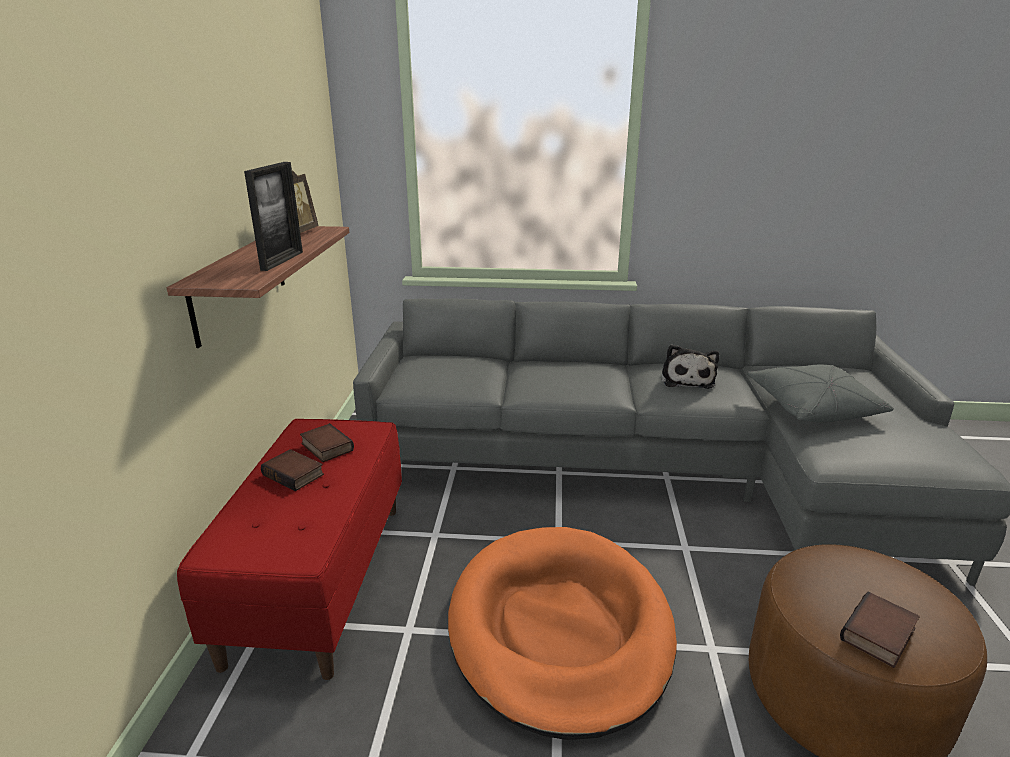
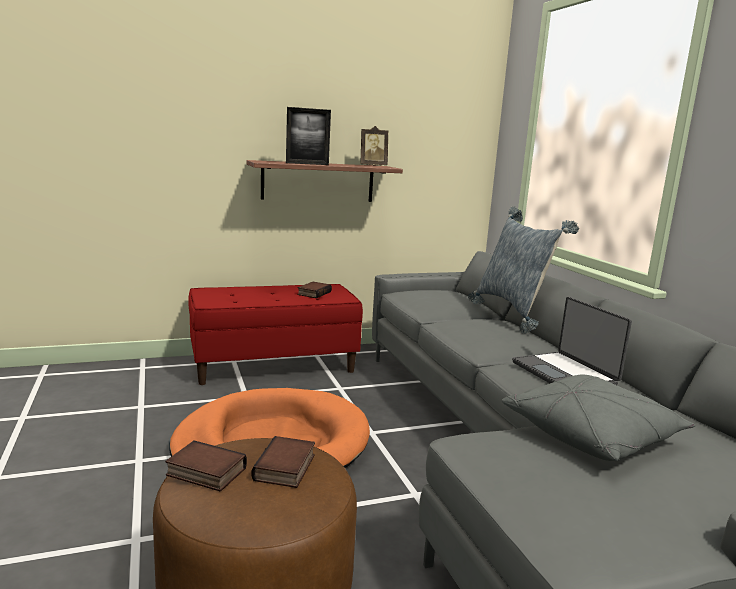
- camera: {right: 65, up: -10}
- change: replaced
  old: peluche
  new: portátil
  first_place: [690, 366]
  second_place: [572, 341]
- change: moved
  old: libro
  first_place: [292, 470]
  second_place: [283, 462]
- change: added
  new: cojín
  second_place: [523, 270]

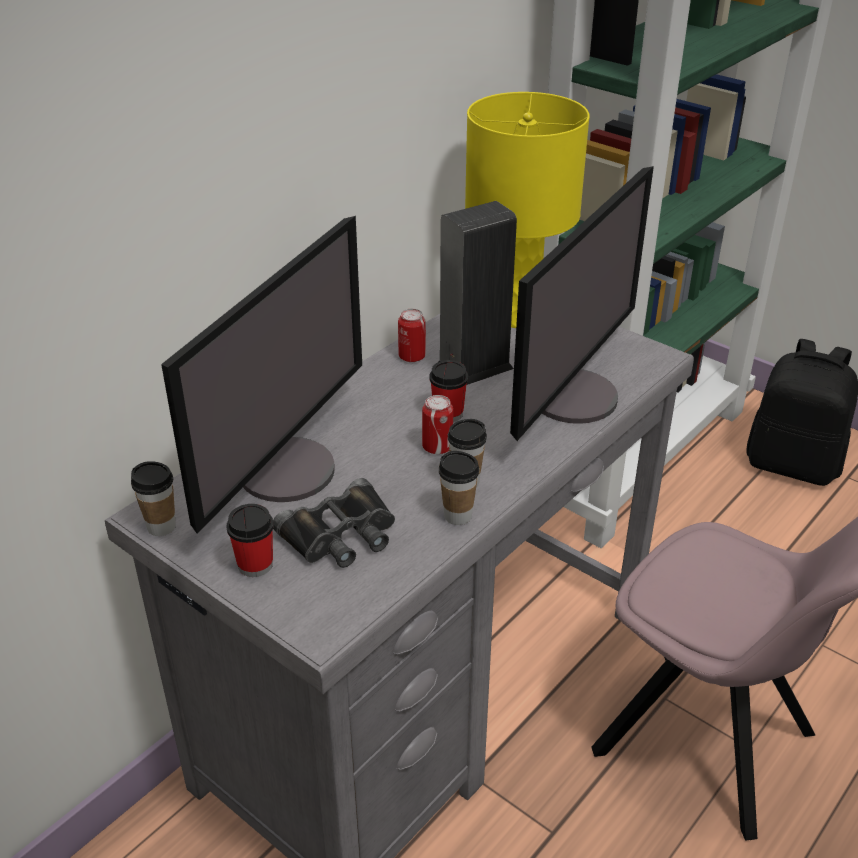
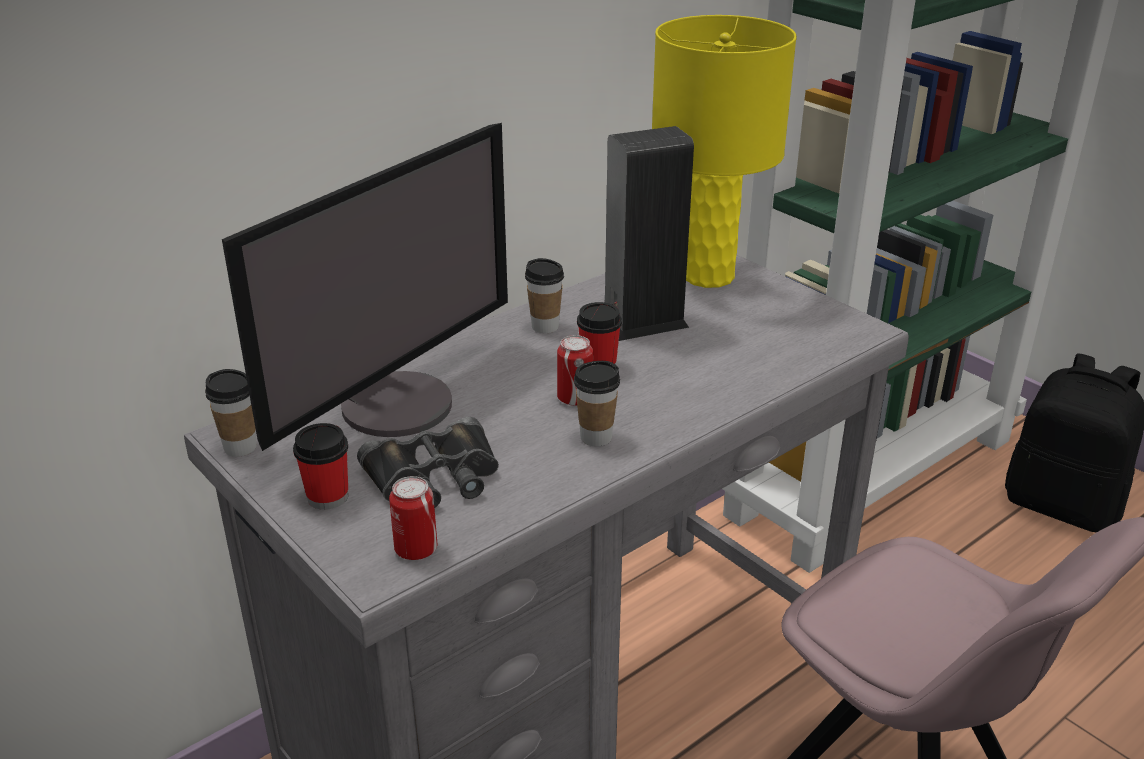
- camera: {right: 10, up: -5}
- change: removed
  old: monitor
  first_place: [582, 303]
- change: moved
  old: lata
  first_place: [412, 335]
  second_place: [413, 518]
- change: moved
  old: taza
  first_place: [459, 488]
  second_place: [544, 295]

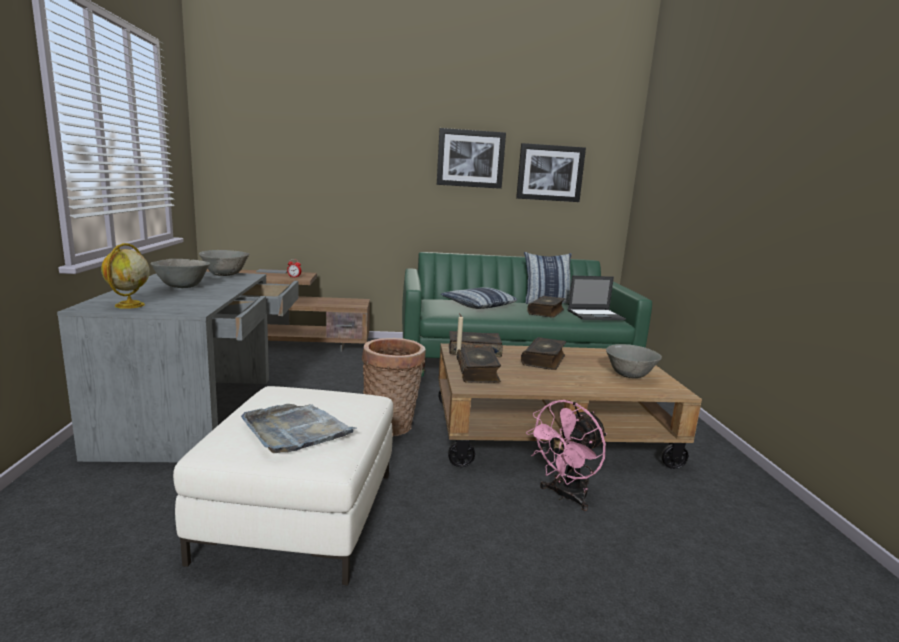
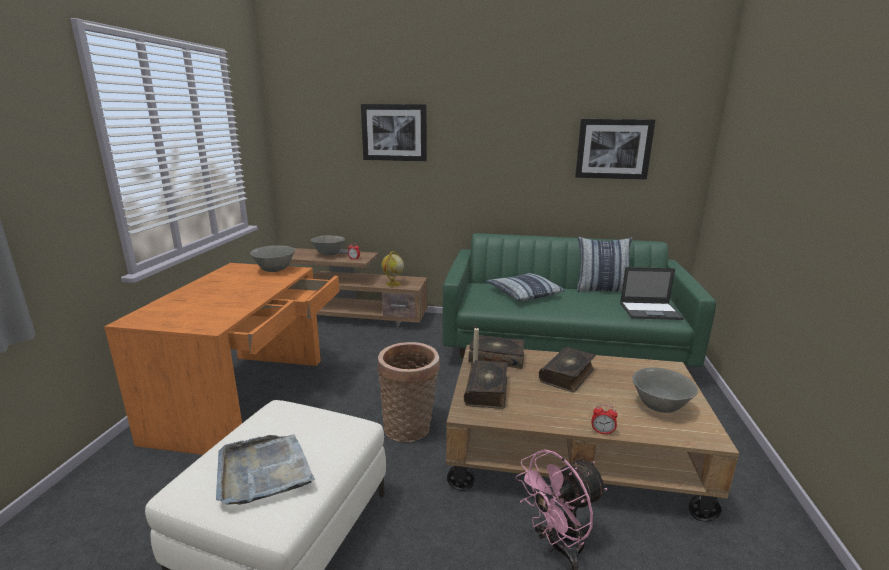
- camera: {right: 15, up: 5}
- change: moved
  old: cuadro
  first_place: [471, 158]
  second_place: [394, 132]
- change: moved
  old: globo terráqueo
  first_place: [125, 276]
  second_place: [392, 269]
- change: moved
  old: cuenco [gris]
  first_place: [180, 273]
  second_place: [328, 245]
- change: recoloured
  old: escritorio [gris]
  new: escritorio [naranja]
  first_place: [178, 367]
  second_place: [222, 359]
- change: removed
  old: libro
  first_place: [546, 307]
- change: added
  new: despertador
  second_place: [605, 419]

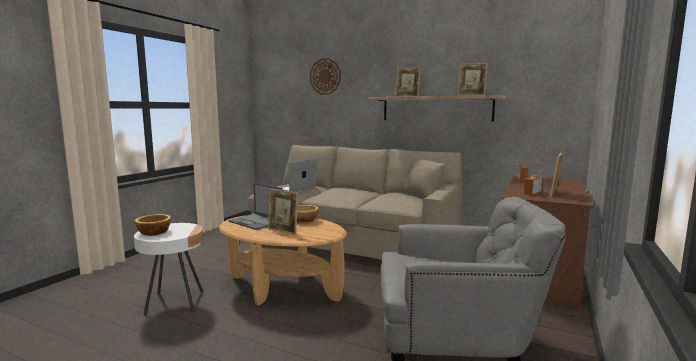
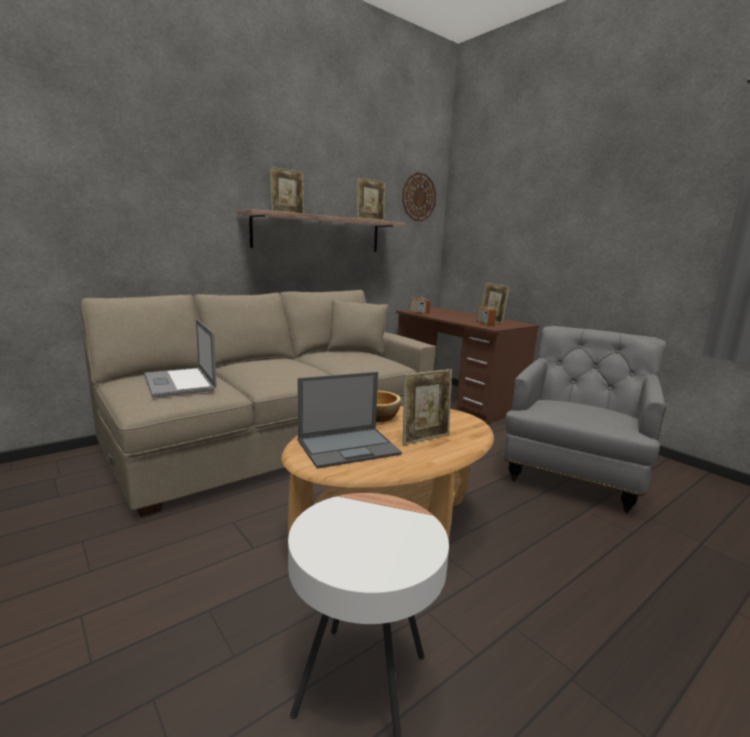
- camera: {right: -65, up: 5}
- change: moved
  old: reloj de pared
  first_place: [325, 76]
  second_place: [419, 197]
- change: removed
  old: cuenco
  first_place: [152, 225]

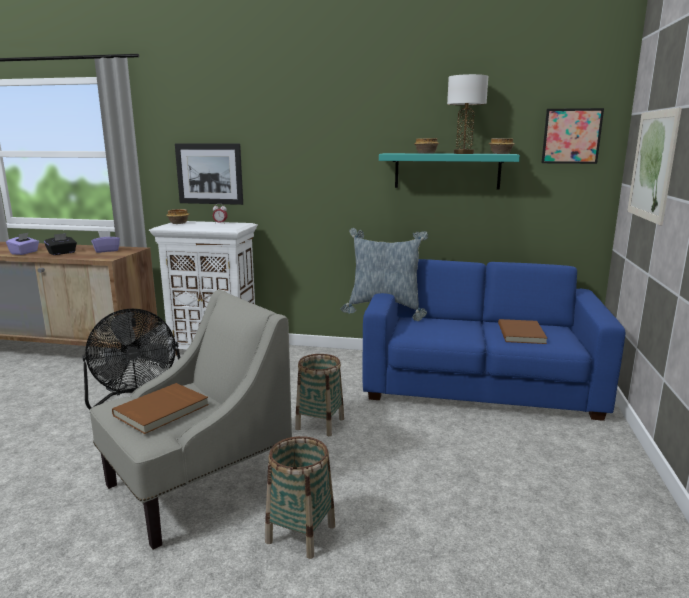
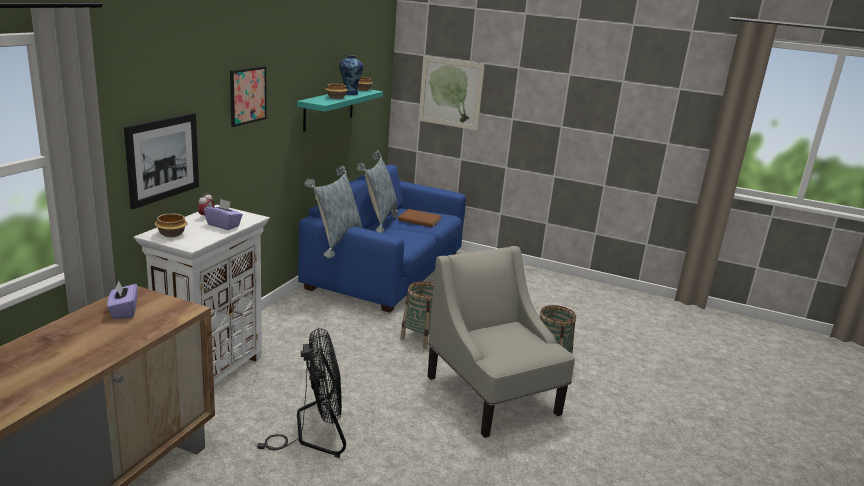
- camera: {right: -80, up: 5}
- change: replaced
  old: lámpara de mesa
  new: florero
  first_place: [467, 114]
  second_place: [351, 75]
- change: moved
  old: cuadro
  first_place: [572, 136]
  second_place: [248, 96]
- change: moved
  old: caja de pañuelos [morado]
  first_place: [22, 244]
  second_place: [223, 214]
- change: removed
  old: caja de pañuelos [negro]
  first_place: [60, 244]
- change: removed
  old: libro [marrón]
  first_place: [160, 408]
- change: added
  new: cojín
  second_place: [377, 191]

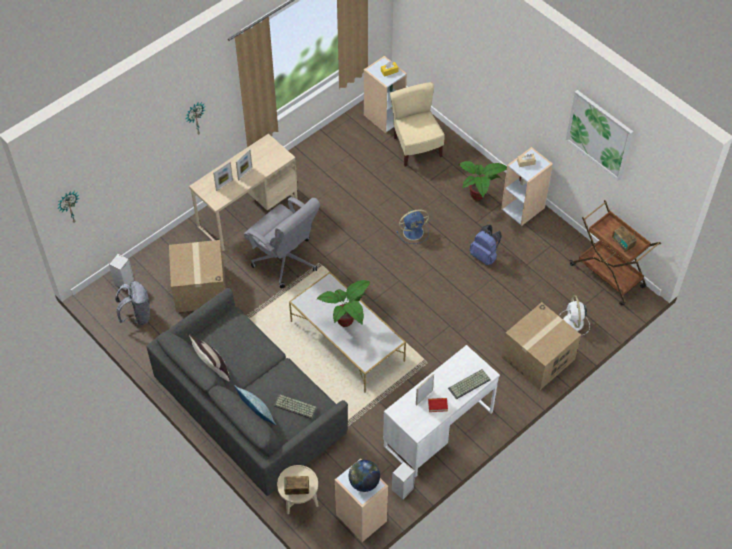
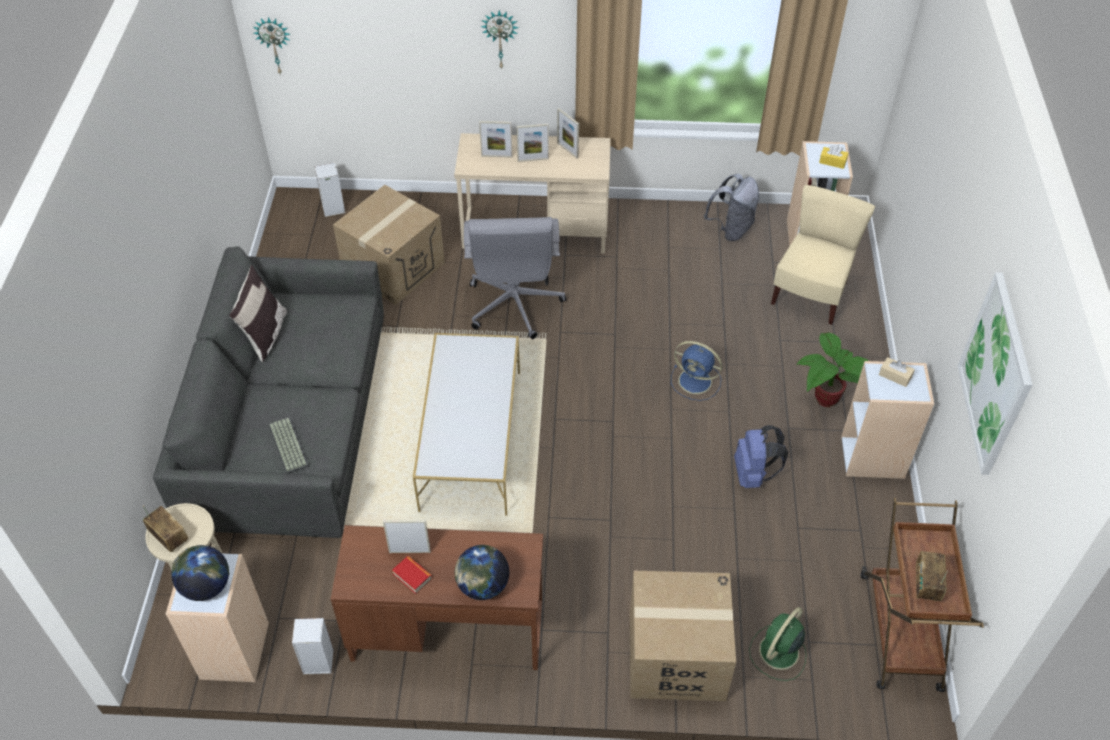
- camera: {right: 45, up: -5}
- change: removed
  old: planta en maceta
  first_place: [343, 303]
- change: moved
  old: mochila [gris]
  first_place: [133, 303]
  second_place: [731, 207]
- change: recoloured
  old: ventilador [blanco]
  new: ventilador [verde]
  first_place: [574, 315]
  second_place: [777, 644]
- change: recoloured
  old: escritorio [blanco]
  new: escritorio [marrón]
  first_place: [441, 411]
  second_place: [437, 597]
- change: replaced
  old: teclado
  new: globo terráqueo
  first_place: [469, 384]
  second_place: [482, 572]
- change: removed
  old: cojín
  first_place: [255, 405]
- change: added
  new: portarretratos
  second_place: [568, 133]

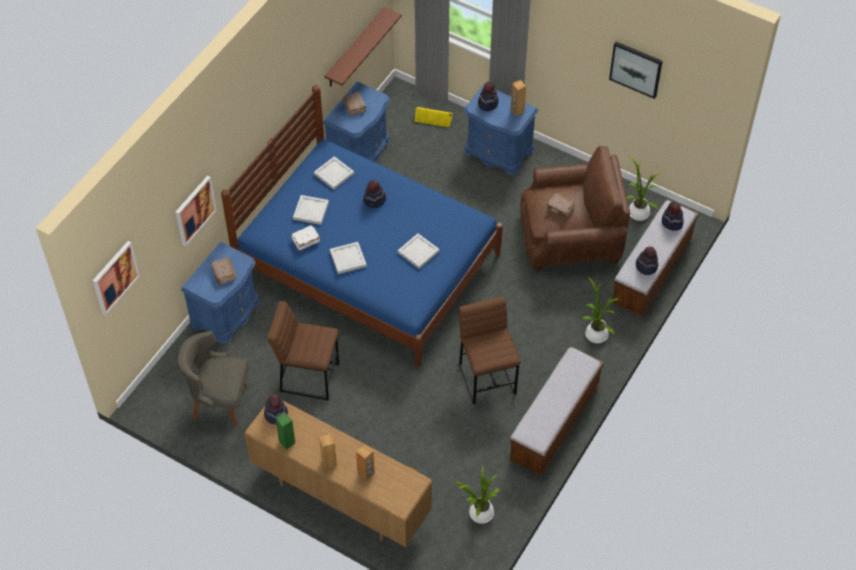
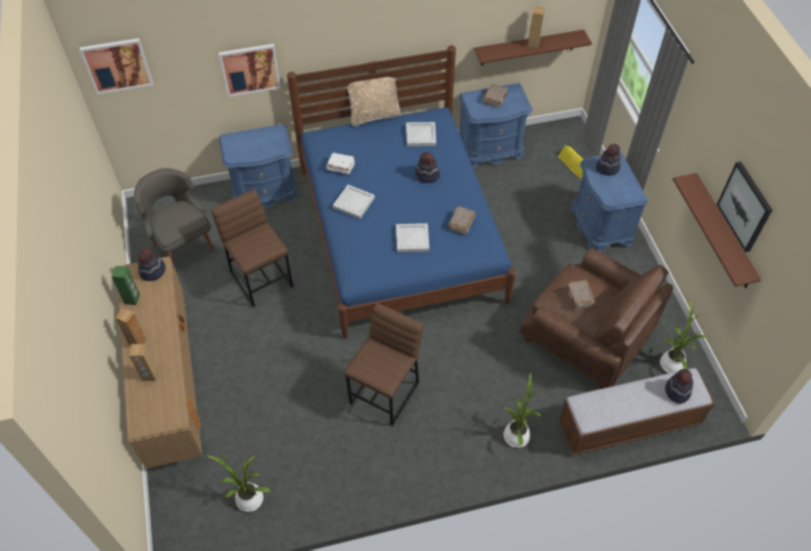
- camera: {right: 45, up: 0}
- change: moved
  old: altavoz [marrón]
  first_place: [518, 98]
  second_place: [536, 27]
- change: removed
  old: bandeja [blanco]
  first_place: [311, 210]
- change: removed
  old: sombrero
  first_place: [647, 260]
- change: moved
  old: libro [marrón]
  first_place: [223, 271]
  second_place: [462, 220]
- change: removed
  old: banco
  first_place: [556, 411]
- change: added
  new: cojín [beis]
  second_place: [373, 97]
- change: added
  new: estante [marrón]
  second_place: [717, 230]

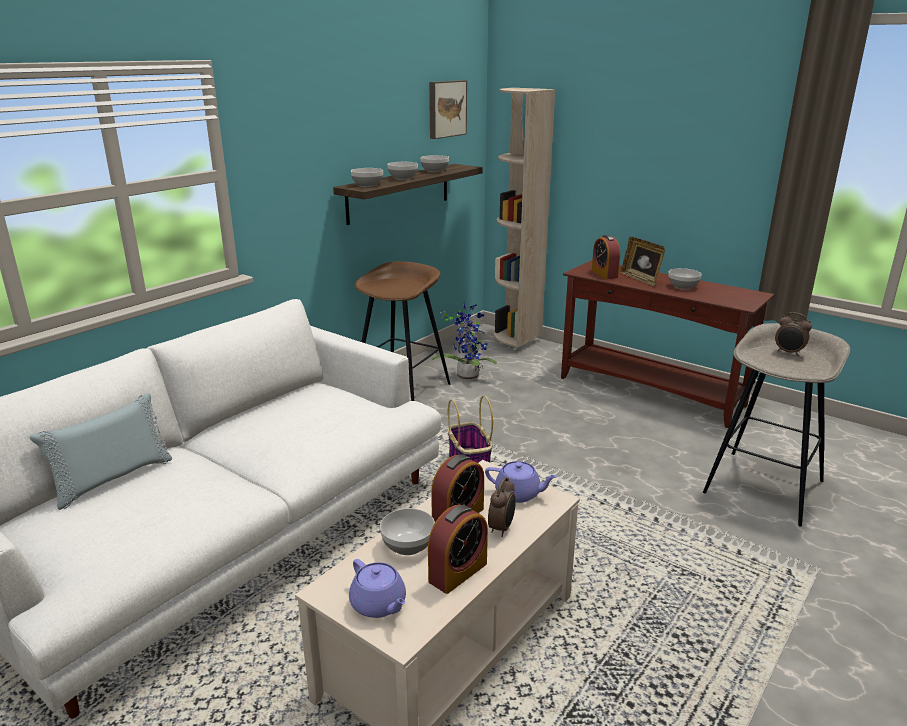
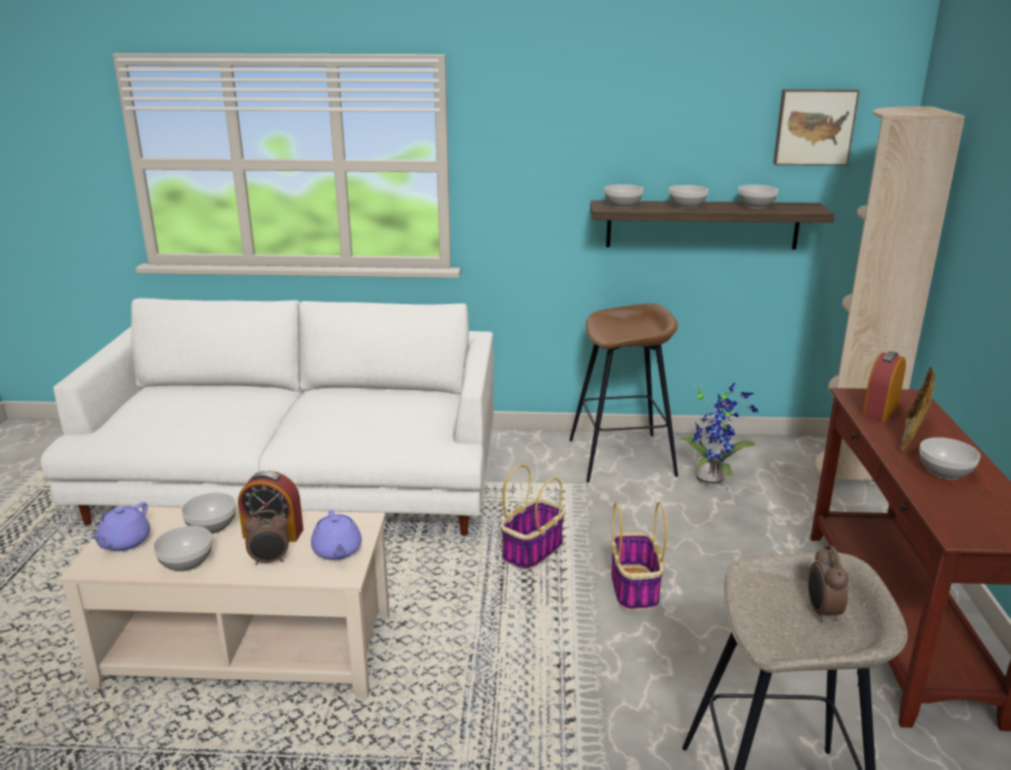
- camera: {right: 55, up: 0}
- change: removed
  old: cojín [azul]
  first_place: [100, 451]
- change: replaced
  old: despertador
  new: cuenco
  first_place: [458, 549]
  second_place: [182, 549]
- change: added
  new: cesta
  second_place: [639, 556]

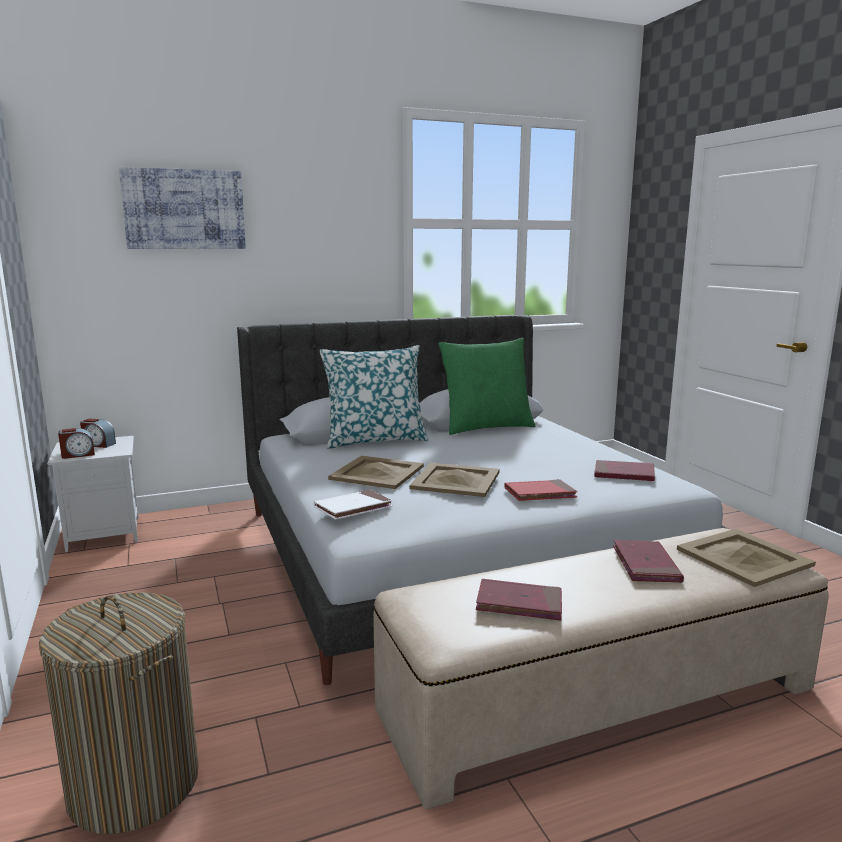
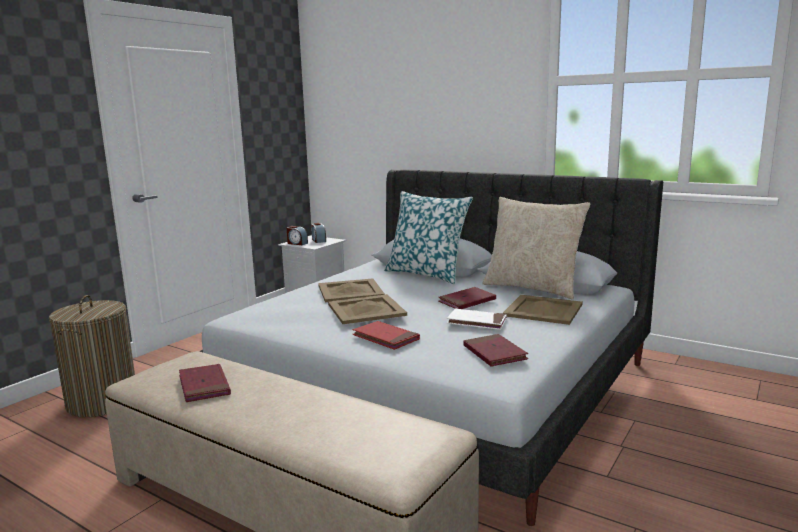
- camera: {right: 55, up: 0}
- change: removed
  old: cuadro
  first_place: [182, 208]
- change: recoloured
  old: cojín [verde]
  new: cojín [beis]
  first_place: [487, 386]
  second_place: [537, 248]
- change: moved
  old: libro [blanco]
  first_place: [353, 504]
  second_place: [477, 319]
- change: moved
  old: bandeja [beis]
  first_place: [746, 558]
  second_place: [543, 310]
- change: moved
  old: libro [rojo]
  first_place: [648, 561]
  second_place: [467, 298]

